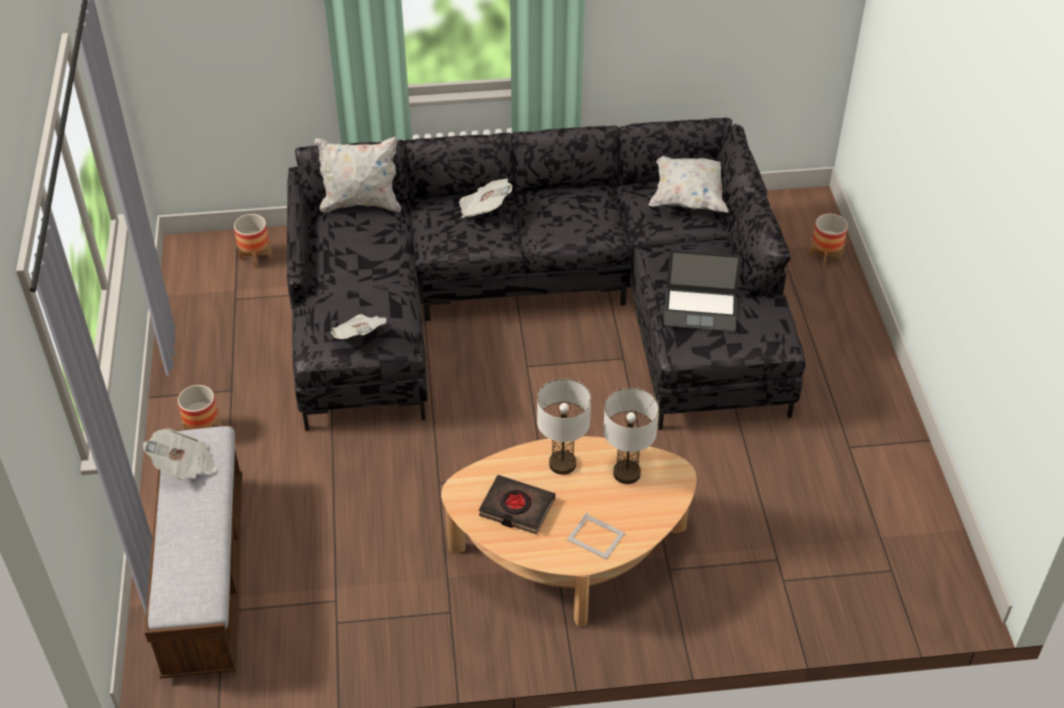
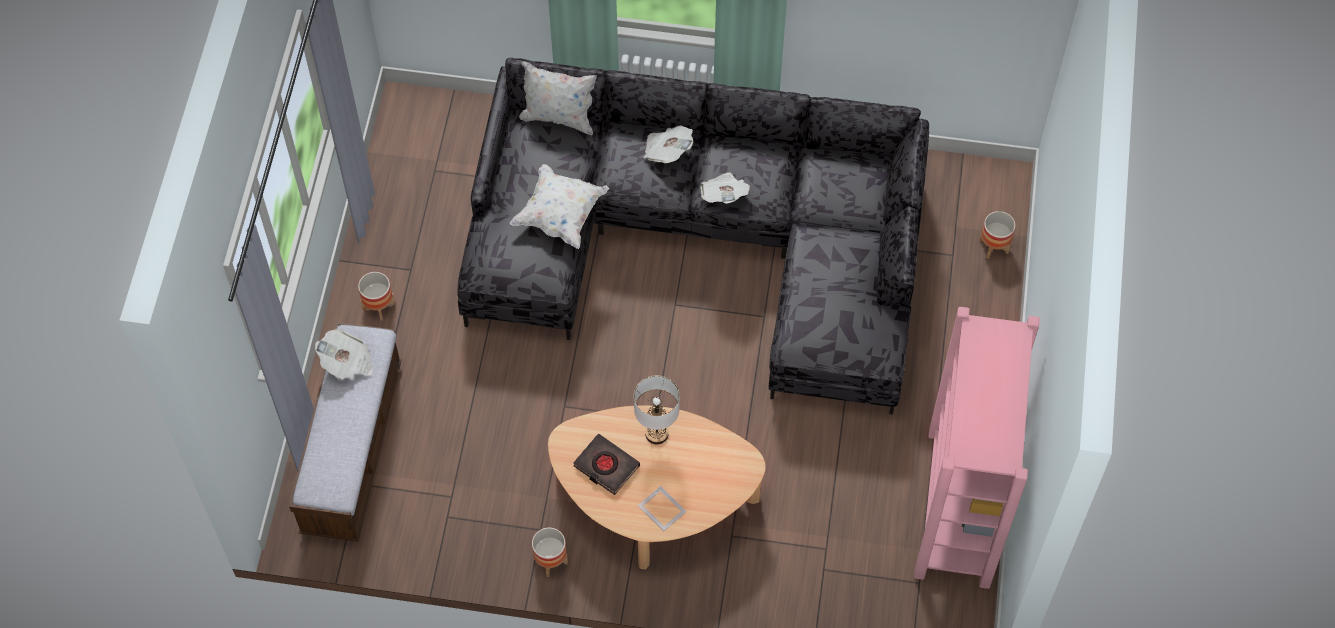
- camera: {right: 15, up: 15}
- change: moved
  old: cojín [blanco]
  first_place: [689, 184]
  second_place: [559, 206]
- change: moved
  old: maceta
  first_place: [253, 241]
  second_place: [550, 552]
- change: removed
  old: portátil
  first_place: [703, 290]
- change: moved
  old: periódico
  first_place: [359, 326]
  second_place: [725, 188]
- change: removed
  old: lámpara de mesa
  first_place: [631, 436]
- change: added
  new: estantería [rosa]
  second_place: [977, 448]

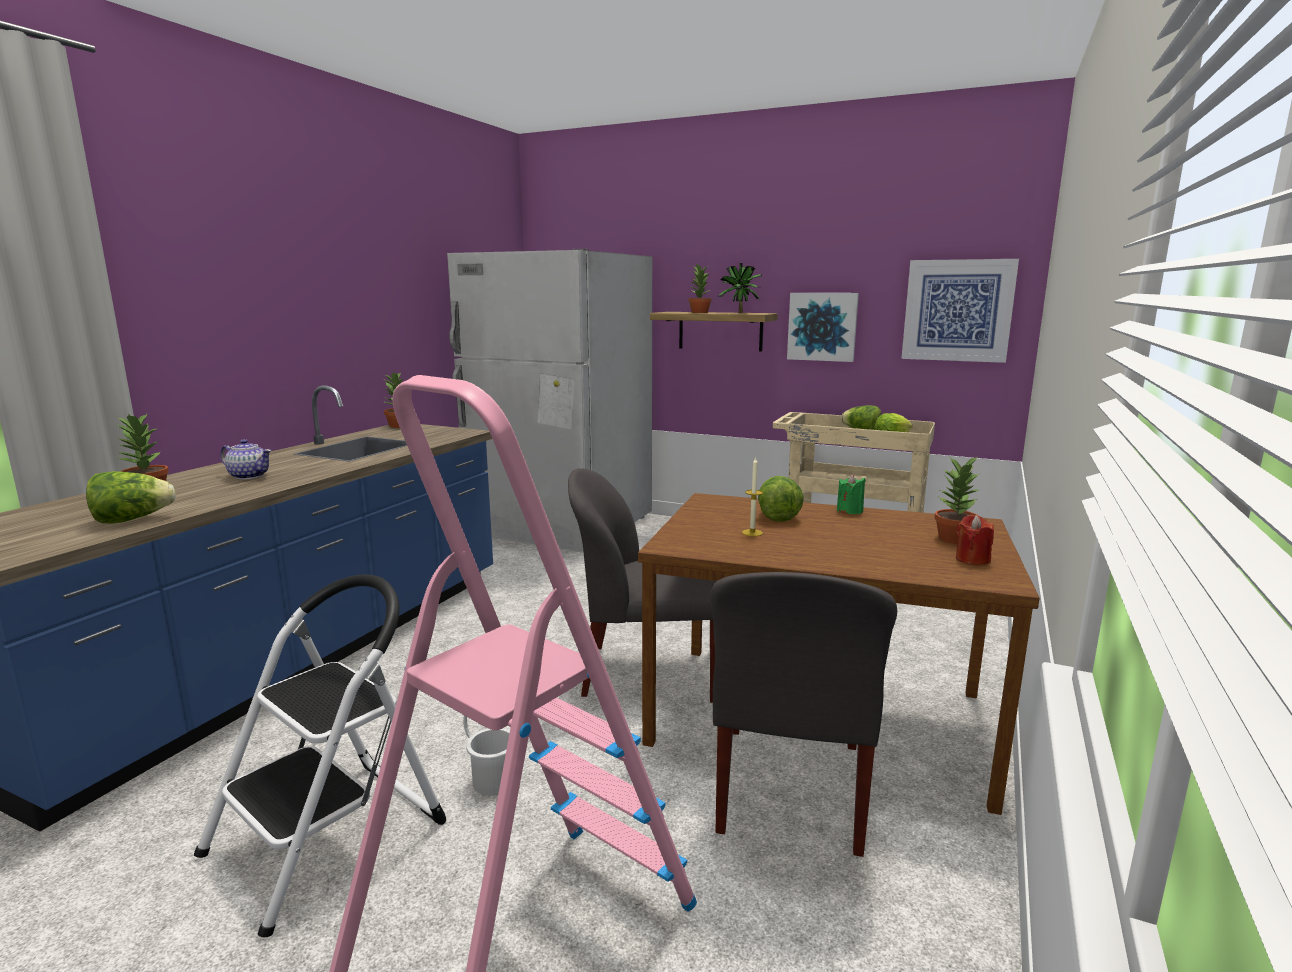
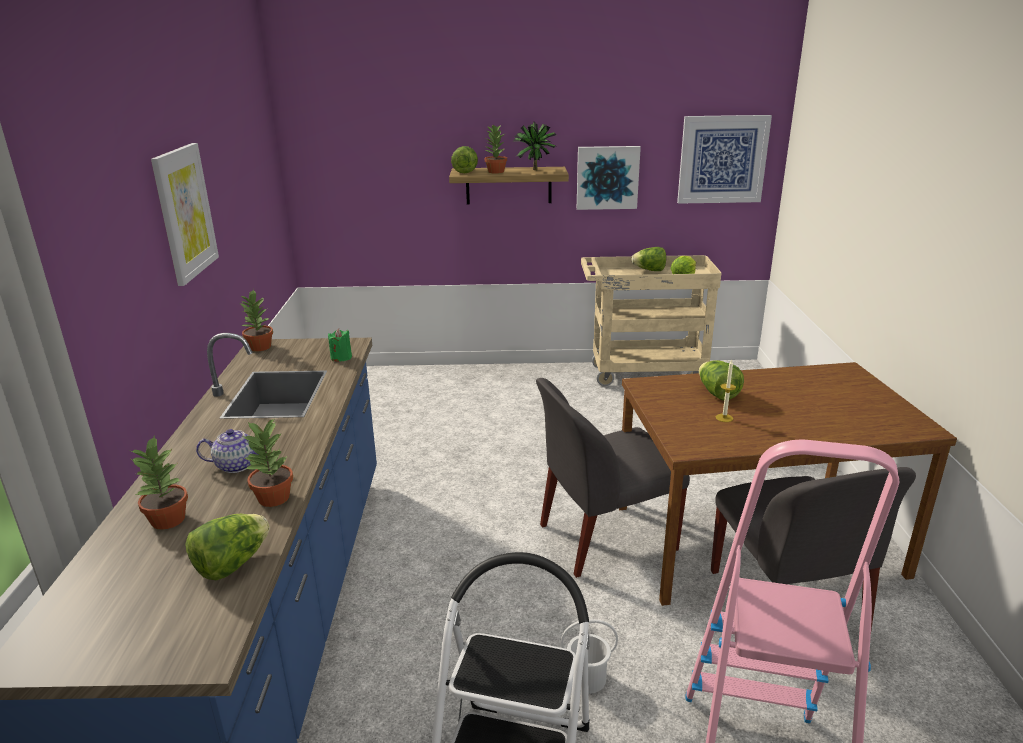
- camera: {right: -25, up: 10}
- change: removed
  old: nevera [blanco]
  first_place: [549, 401]
- change: moved
  old: planta en maceta
  first_place: [956, 500]
  second_place: [268, 462]
- change: moved
  old: vela [verde]
  first_place: [851, 494]
  second_place: [340, 345]
- change: removed
  old: vela [rojo]
  first_place: [975, 540]
- change: added
  new: cuadro
  second_place: [185, 214]
- change: added
  new: lechuga
  second_place: [464, 159]

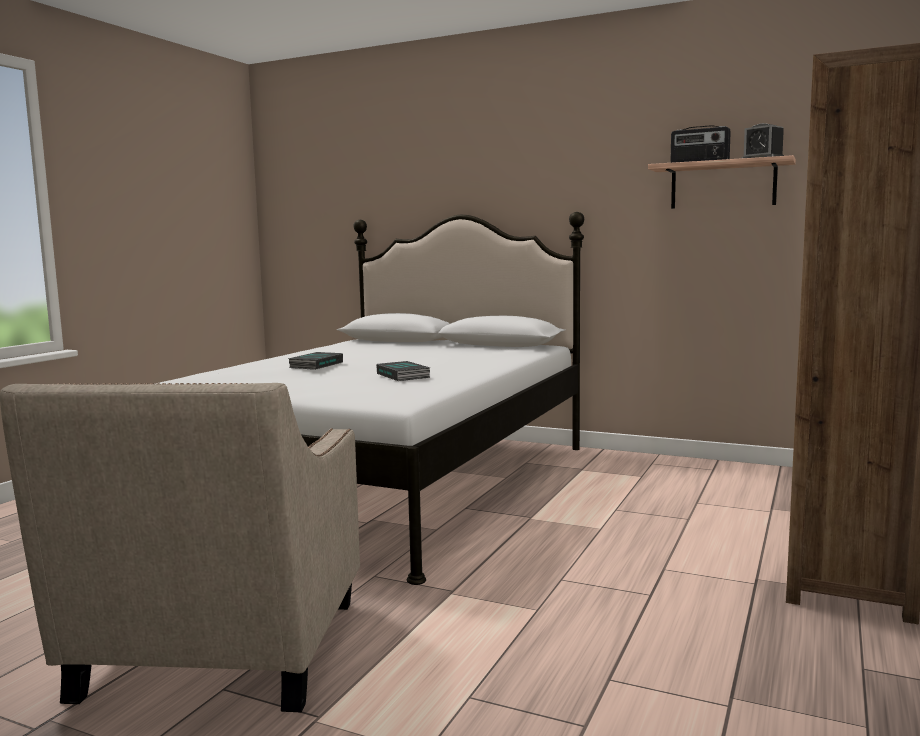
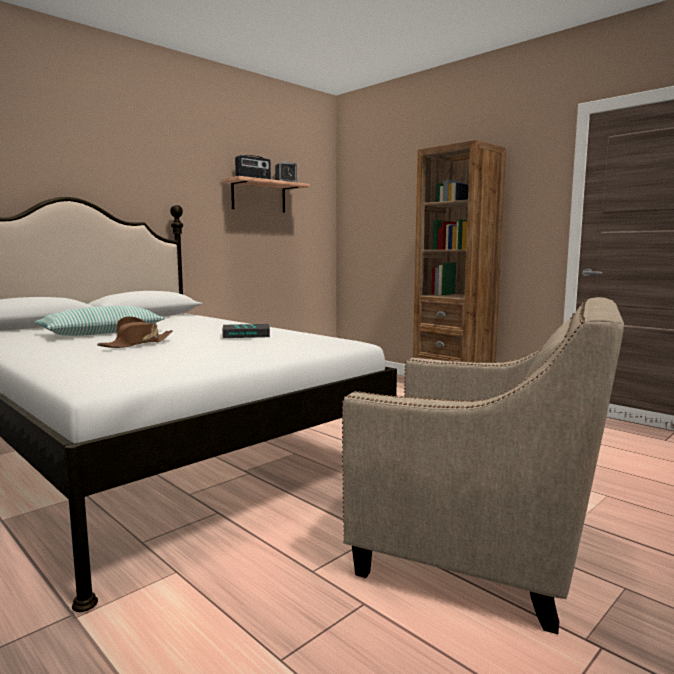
- camera: {right: -70, up: 0}
- change: replaced
  old: libro
  new: sombrero [marrón]
  first_place: [315, 361]
  second_place: [135, 332]
- change: added
  new: cojín
  second_place: [99, 321]

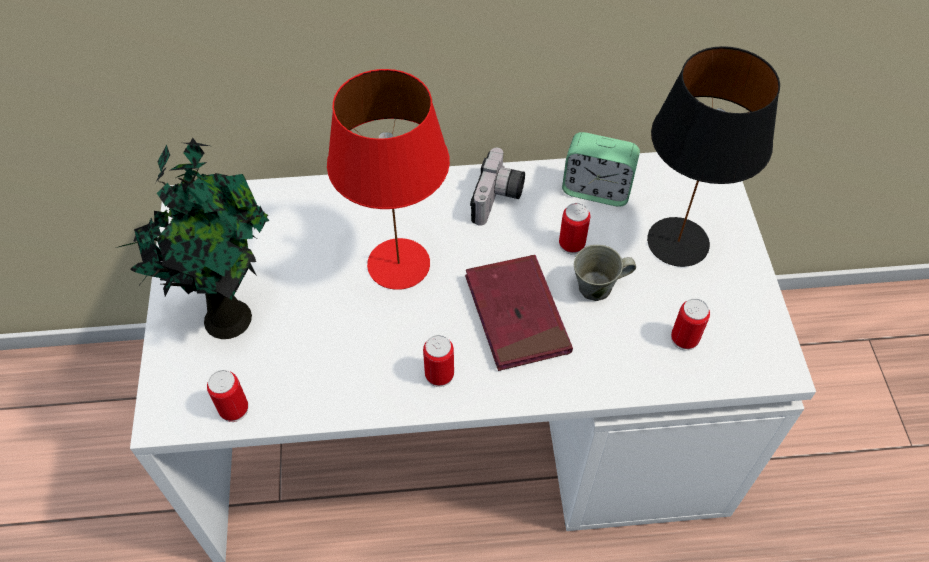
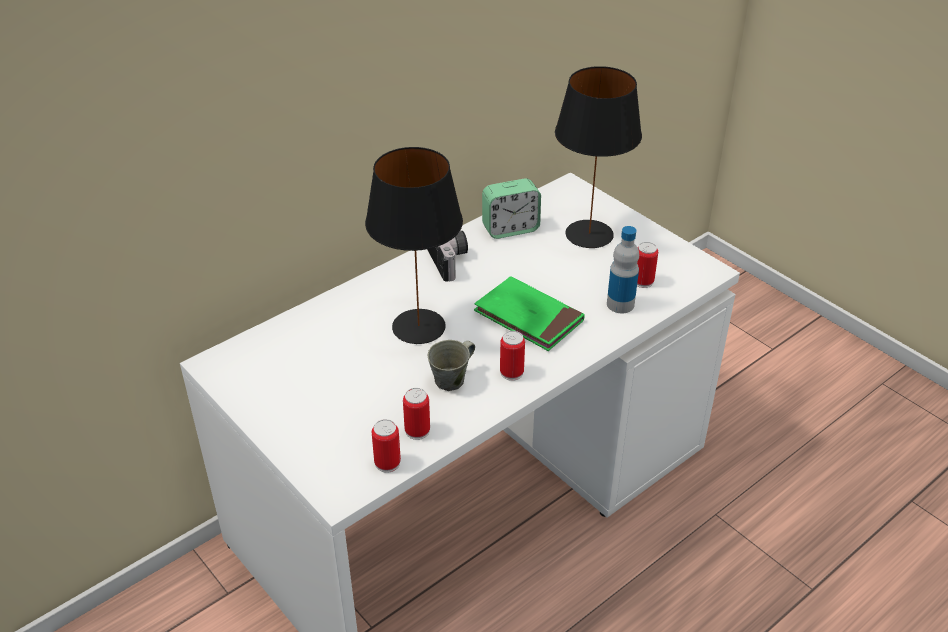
- camera: {right: -35, up: -15}
- change: recoloured
  old: lámpara de mesa [rojo]
  new: lámpara de mesa [negro]
  first_place: [388, 179]
  second_place: [414, 245]
- change: removed
  old: planta en maceta
  first_place: [193, 238]
- change: moved
  old: lata
  first_place: [574, 229]
  second_place: [416, 414]
- change: moved
  old: taza grande [gris]
  first_place: [605, 273]
  second_place: [451, 365]
- change: recoloured
  old: libro [rojo]
  new: libro [verde]
  first_place: [519, 313]
  second_place: [529, 313]
- change: added
  new: botella
  second_place: [623, 269]

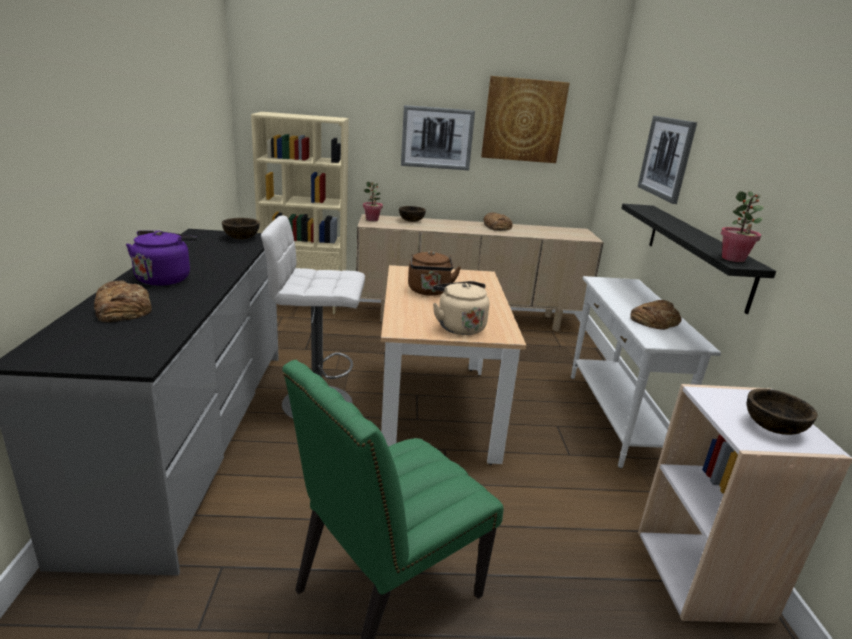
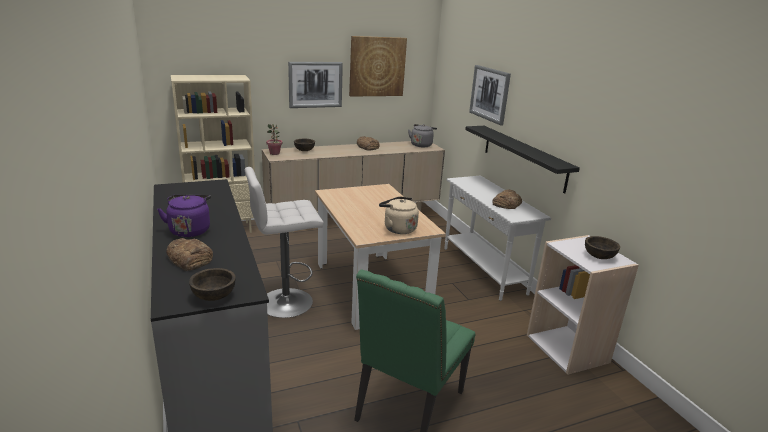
- camera: {right: -20, up: 0}
- change: removed
  old: planta en maceta
  first_place: [742, 226]
- change: moved
  old: cuenco [marrón]
  first_place: [241, 228]
  second_place: [212, 284]
- change: removed
  old: hervidor [marrón]
  first_place: [434, 273]
- change: added
  new: hervidor [gris]
  second_place: [422, 135]

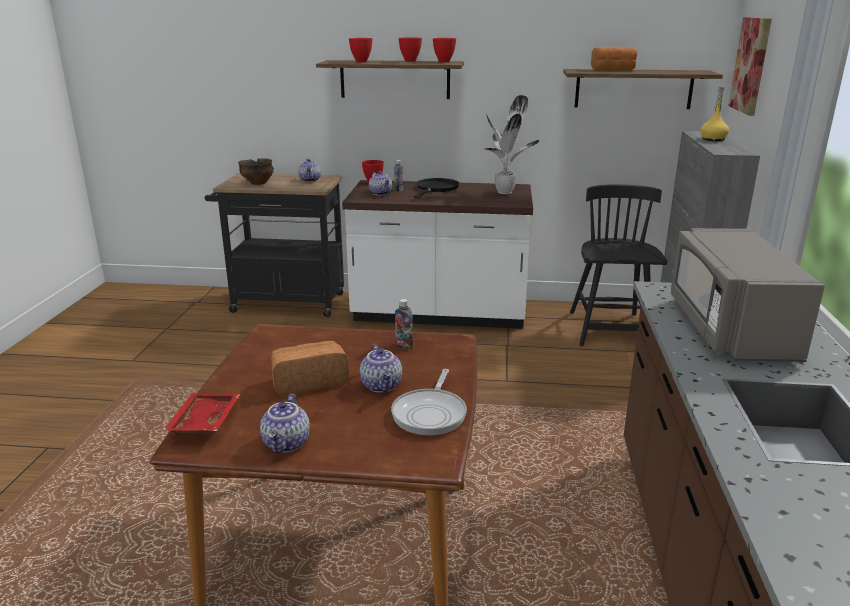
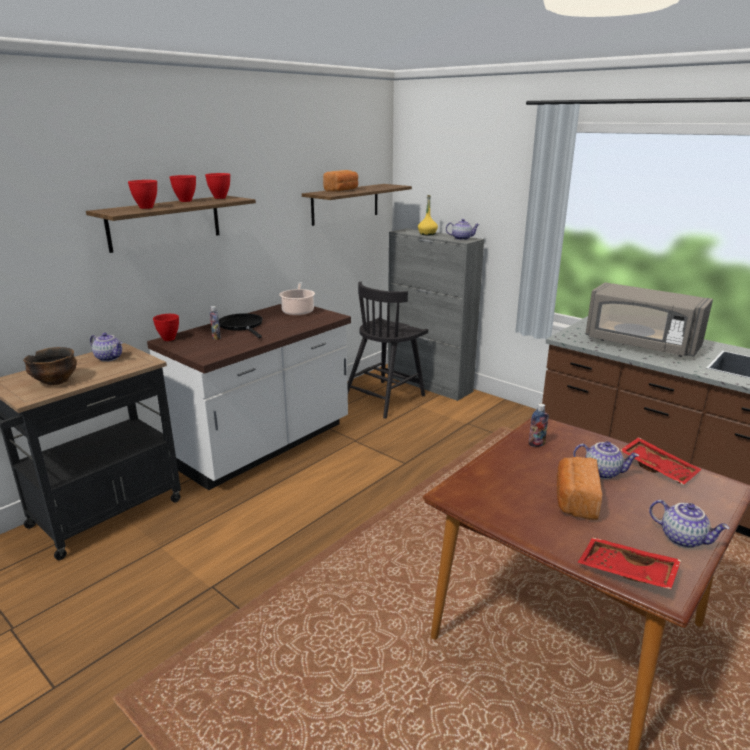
- camera: {right: -55, up: 0}
- change: removed
  old: cuadro
  first_place: [750, 66]
- change: replaced
  old: planta en maceta
  new: olla
  first_place: [512, 144]
  second_place: [297, 299]
- change: moved
  old: tetera
  first_place: [380, 183]
  second_place: [463, 229]
- change: turned
  old: silla [negro]
  first_place: [618, 265]
  second_place: [388, 350]
  degrees: -90
- change: replaced
  old: sartén
  new: bandeja [rojo]
  first_place: [429, 402]
  second_place: [661, 461]

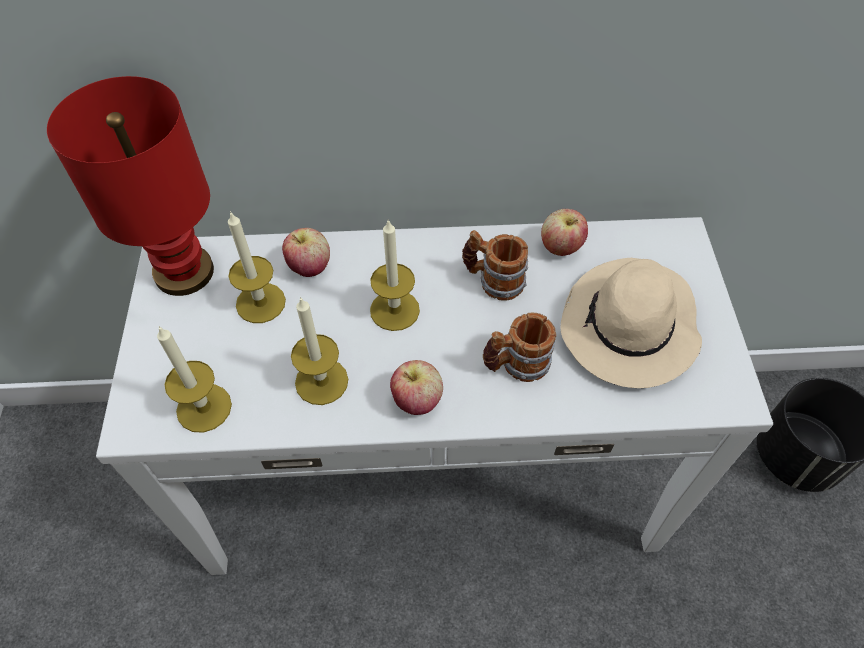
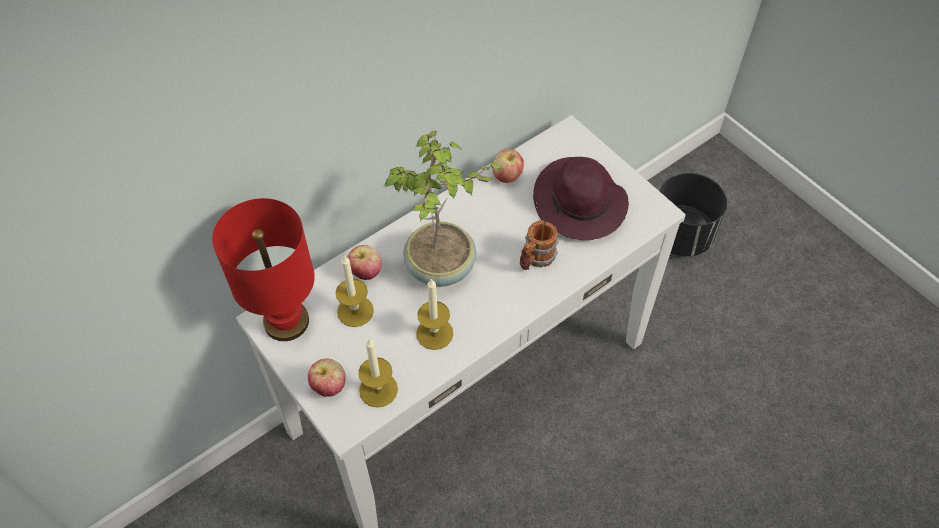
- camera: {right: -35, up: 0}
- change: replaced
  old: vela
  new: planta en maceta
  first_place: [395, 275]
  second_place: [443, 208]
- change: removed
  old: taza grande
  first_place: [495, 265]
- change: recoloured
  old: sombrero [beis]
  new: sombrero [morado]
  first_place: [631, 323]
  second_place: [581, 198]
- change: moved
  old: manzana
  first_place: [416, 387]
  second_place: [327, 378]

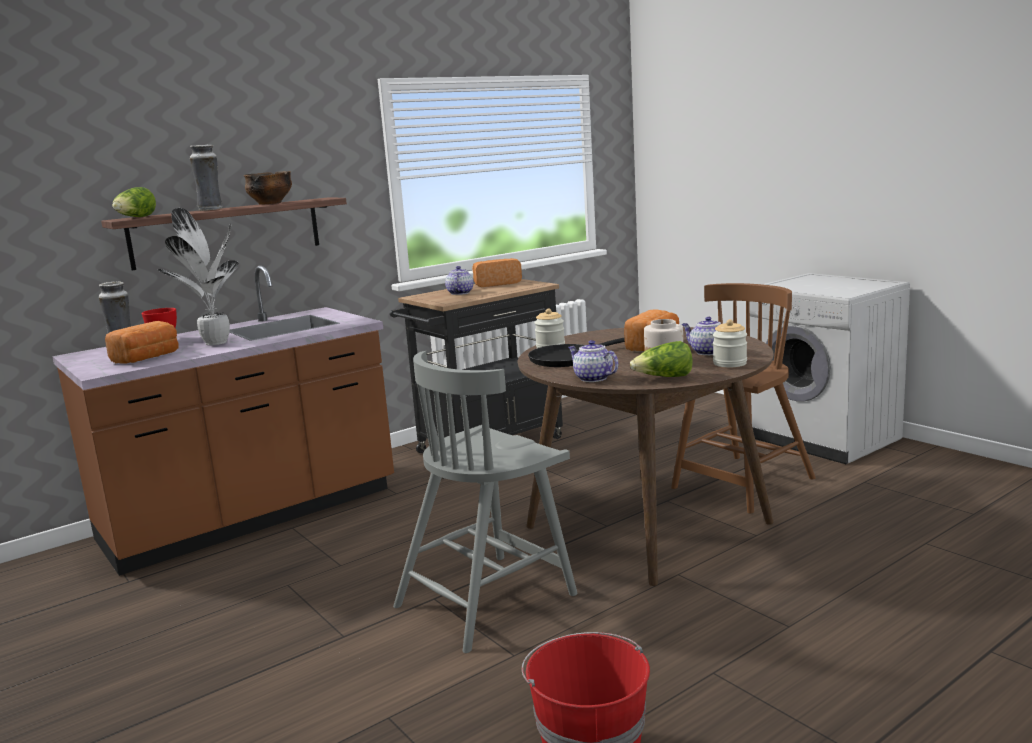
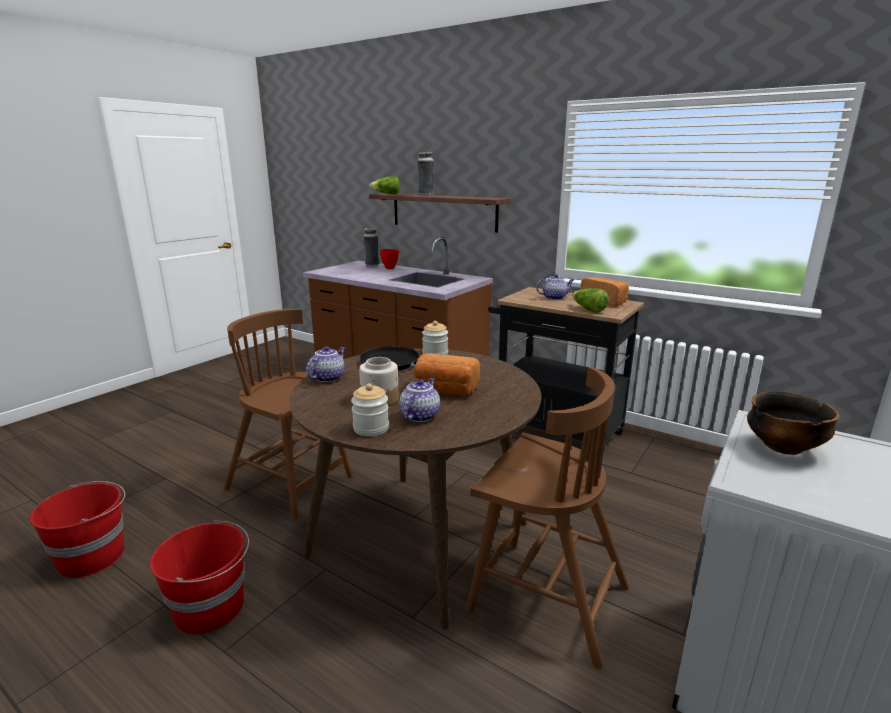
- camera: {right: 70, up: 5}
- change: moved
  old: cuenco
  first_place: [268, 188]
  second_place: [793, 423]
- change: removed
  old: planta en maceta
  first_place: [198, 276]
- change: removed
  old: pan
  first_place: [142, 342]
- change: moved
  old: lechuga
  first_place: [661, 359]
  second_place: [590, 300]
- change: recoloured
  old: silla [gris]
  new: silla [marrón]
  first_place: [485, 502]
  second_place: [288, 414]
- change: added
  new: cubo [rojo]
  second_place: [199, 577]

